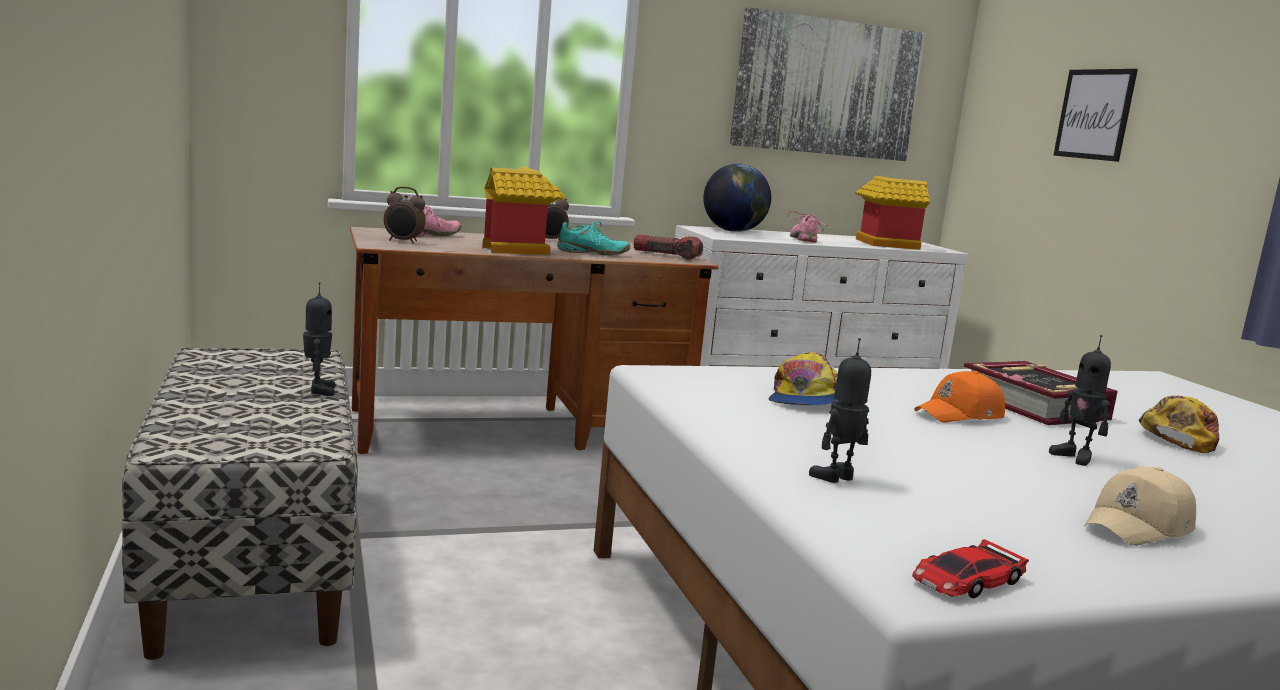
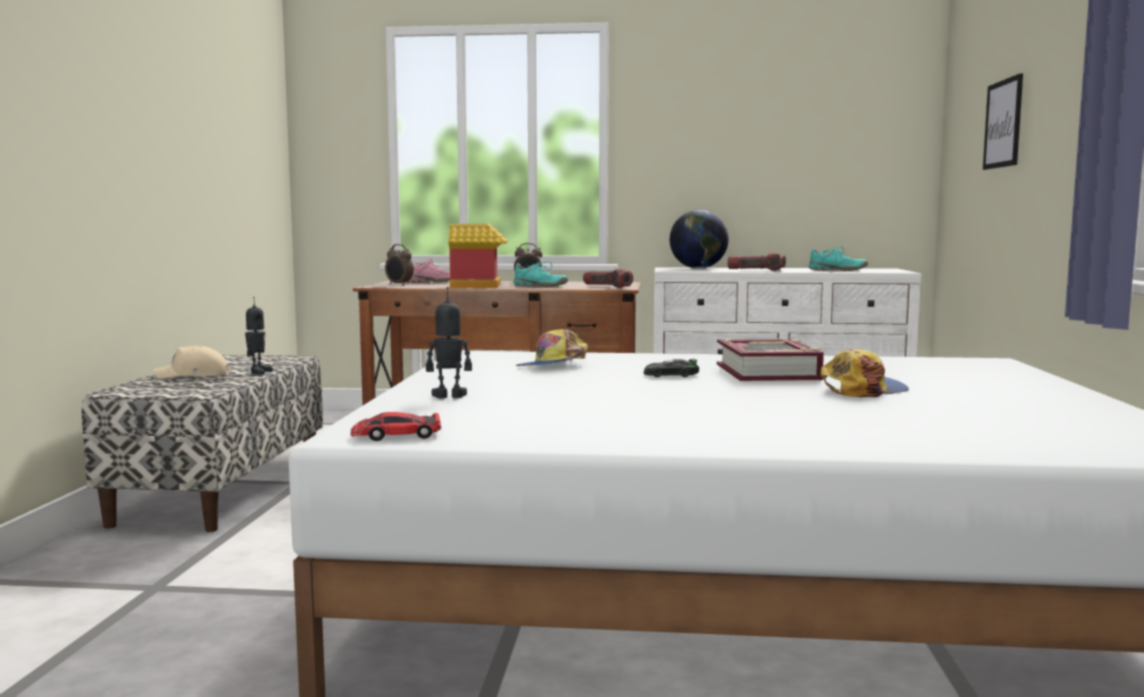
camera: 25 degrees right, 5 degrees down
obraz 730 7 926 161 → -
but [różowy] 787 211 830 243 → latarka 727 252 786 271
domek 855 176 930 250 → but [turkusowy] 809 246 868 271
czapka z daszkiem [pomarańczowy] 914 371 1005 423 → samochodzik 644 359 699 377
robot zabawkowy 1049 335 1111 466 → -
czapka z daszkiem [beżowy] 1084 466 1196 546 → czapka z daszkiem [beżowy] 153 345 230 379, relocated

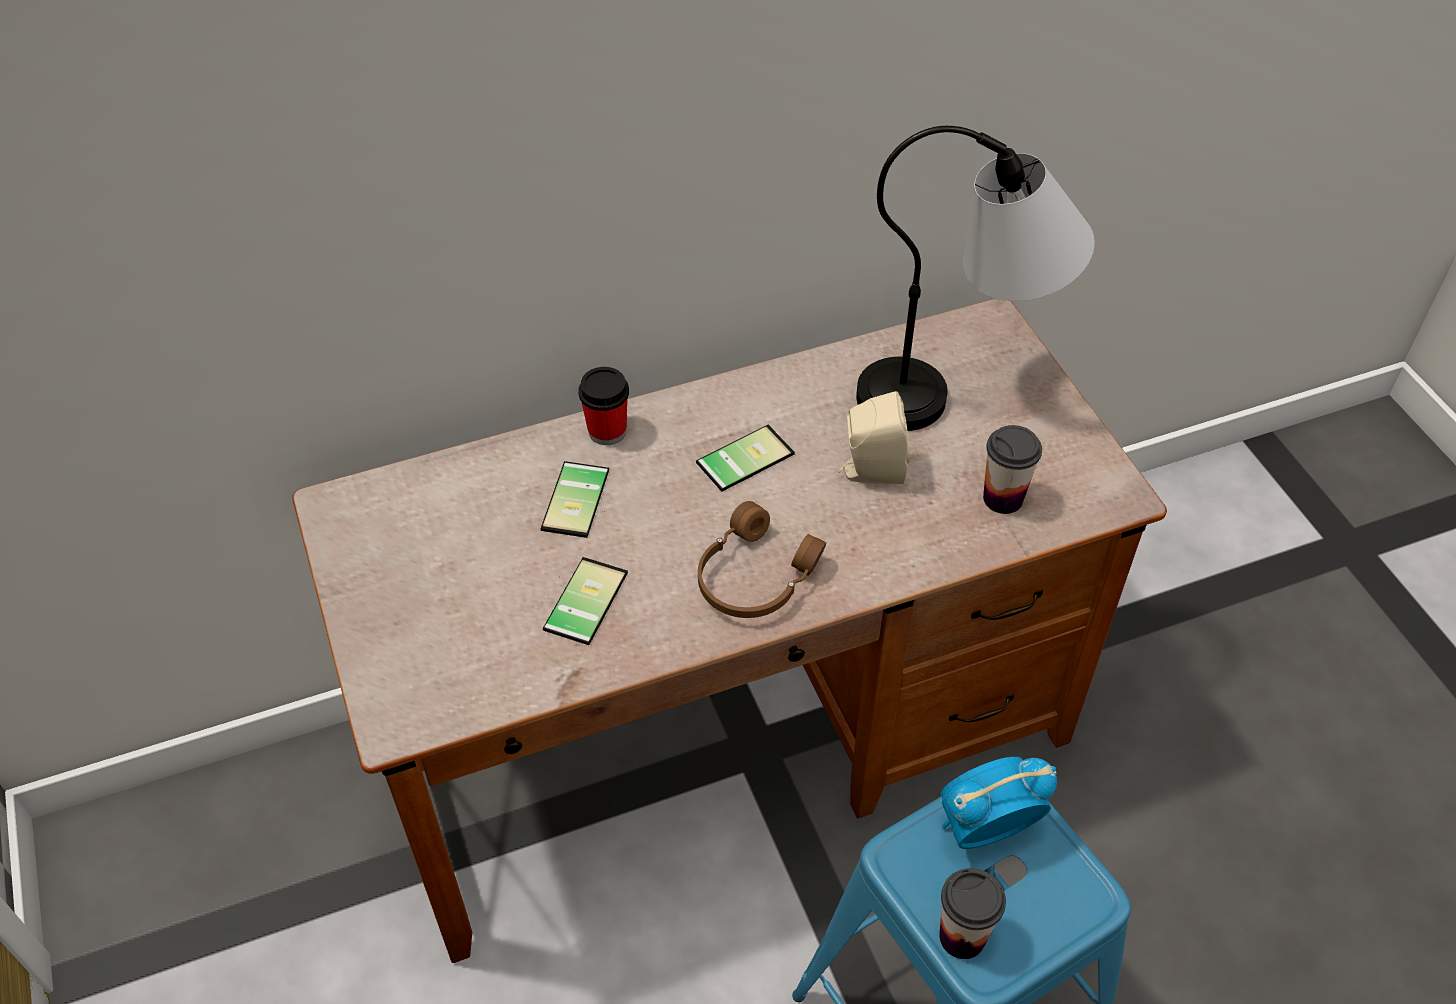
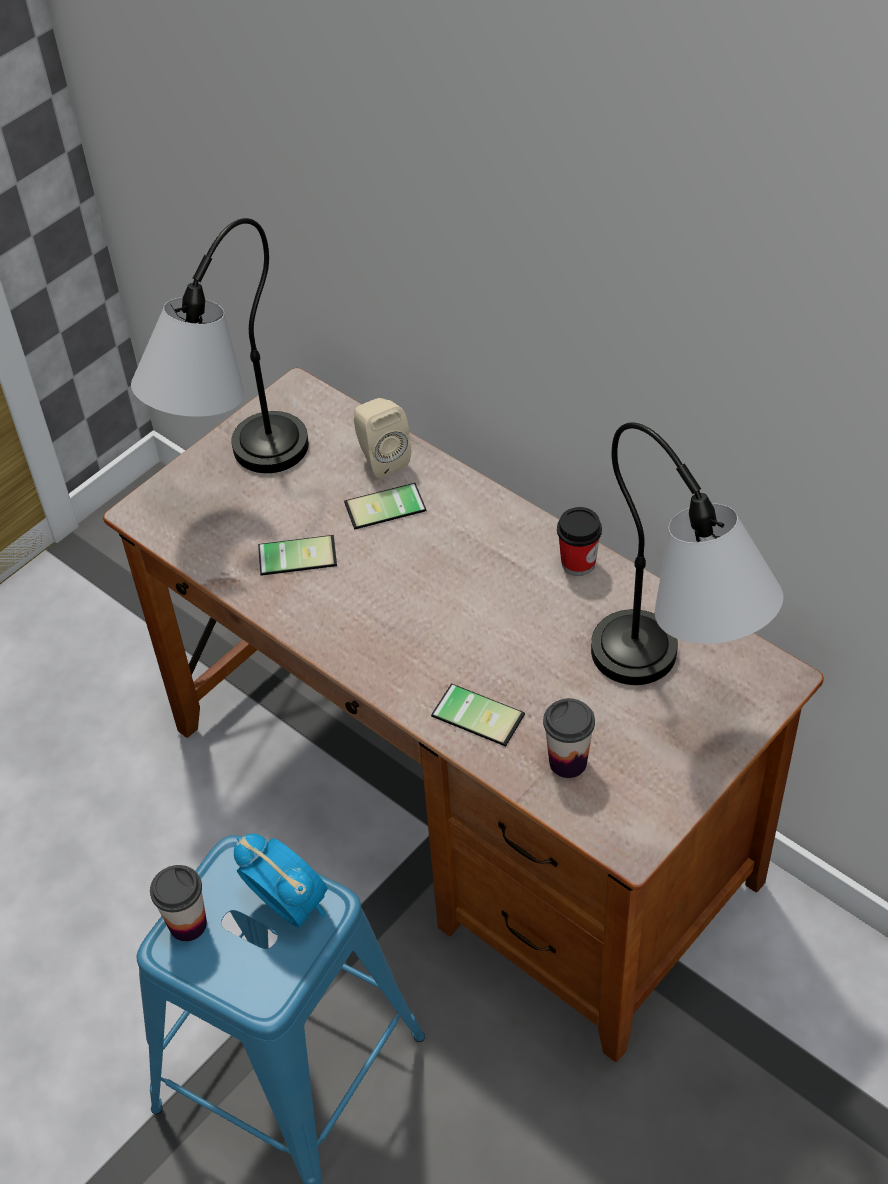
camera: 65 degrees right, 0 degrees up
filiżanka 578 367 629 445 → filiżanka 557 507 602 576, relocated
telefon 696 425 795 492 → telefon 431 683 525 747, relocated
słuchawki [brązowy] 698 501 826 618 → -
głośnik [beżowy] 839 391 910 484 → głośnik [beżowy] 354 398 411 478, relocated
- → lampa stołowa 131 218 309 473

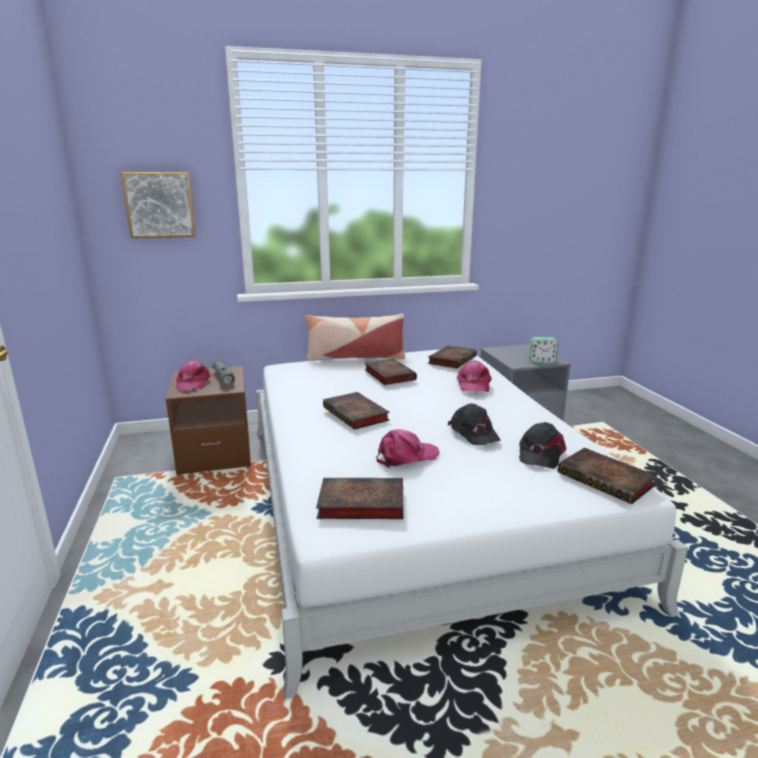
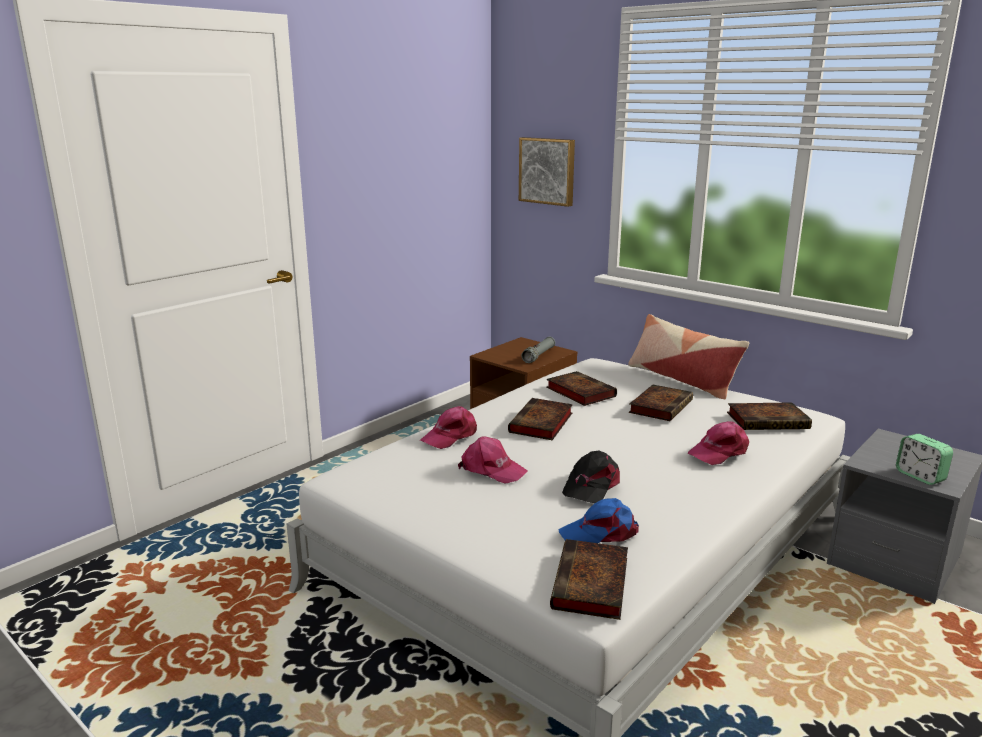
camera: 55 degrees right, 0 degrees up
czapka z daszkiem [różowy] 176 360 211 390 → czapka z daszkiem [różowy] 420 406 477 449, relocated
książka 316 478 403 519 → książka 546 371 617 406, relocated
czapka z daszkiem [czarny] 519 422 567 469 → czapka z daszkiem [niebieski] 558 498 639 543

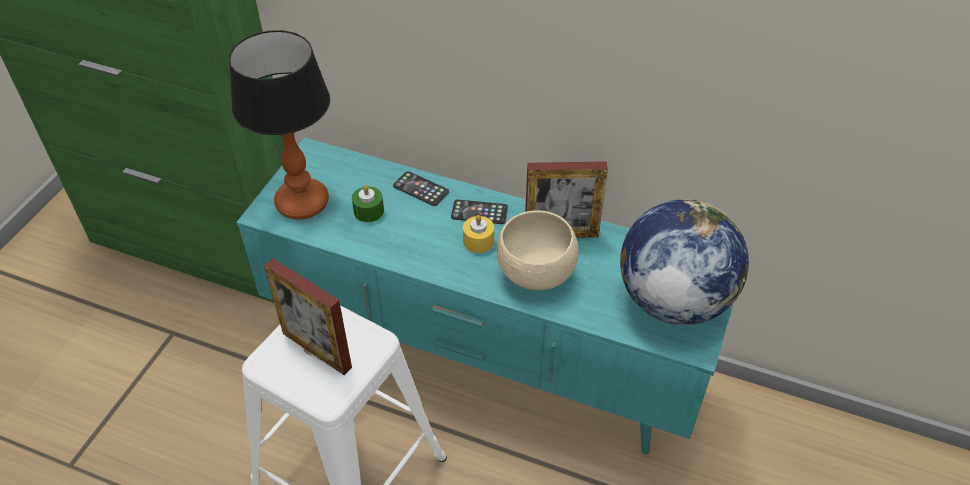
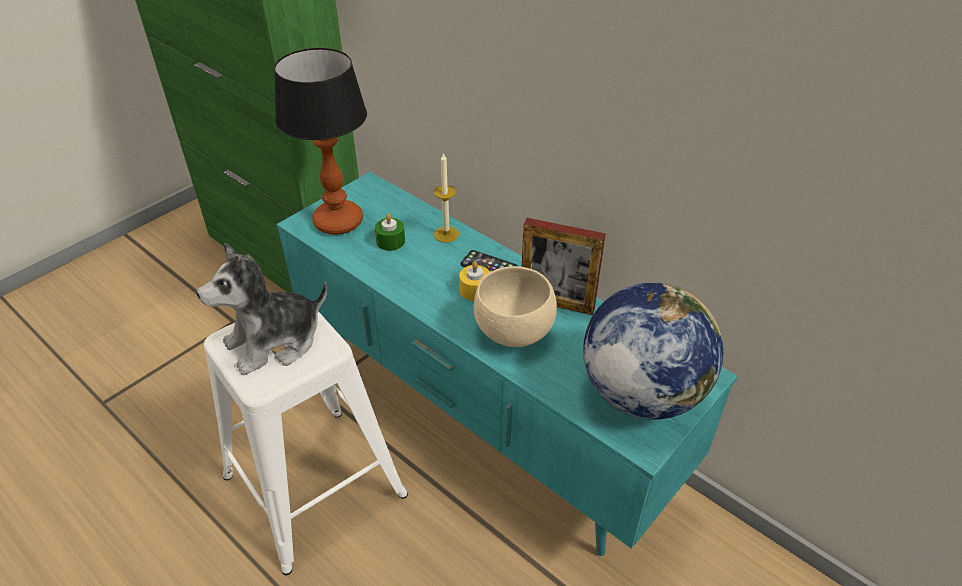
camera: 20 degrees right, 5 degrees down
ramka na zdjęcie 264 258 352 375 → pluszak 197 243 327 376
telefon 393 171 449 206 → świeca 434 152 459 243

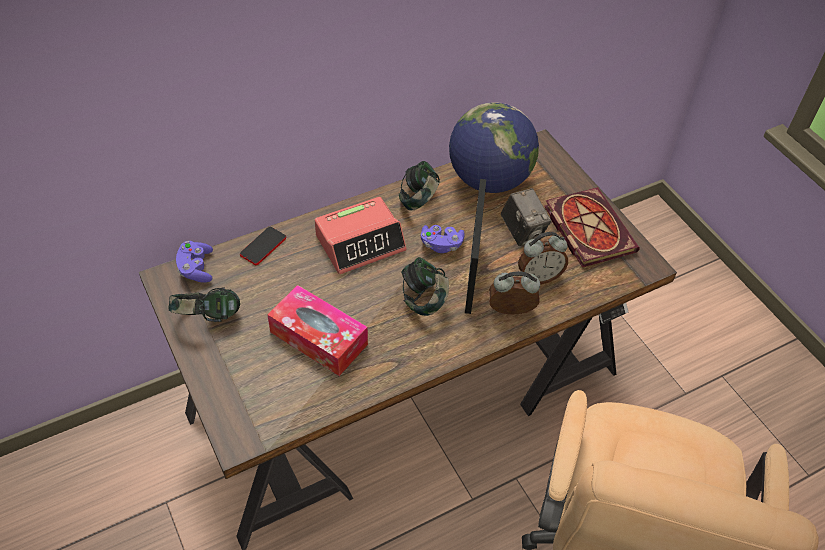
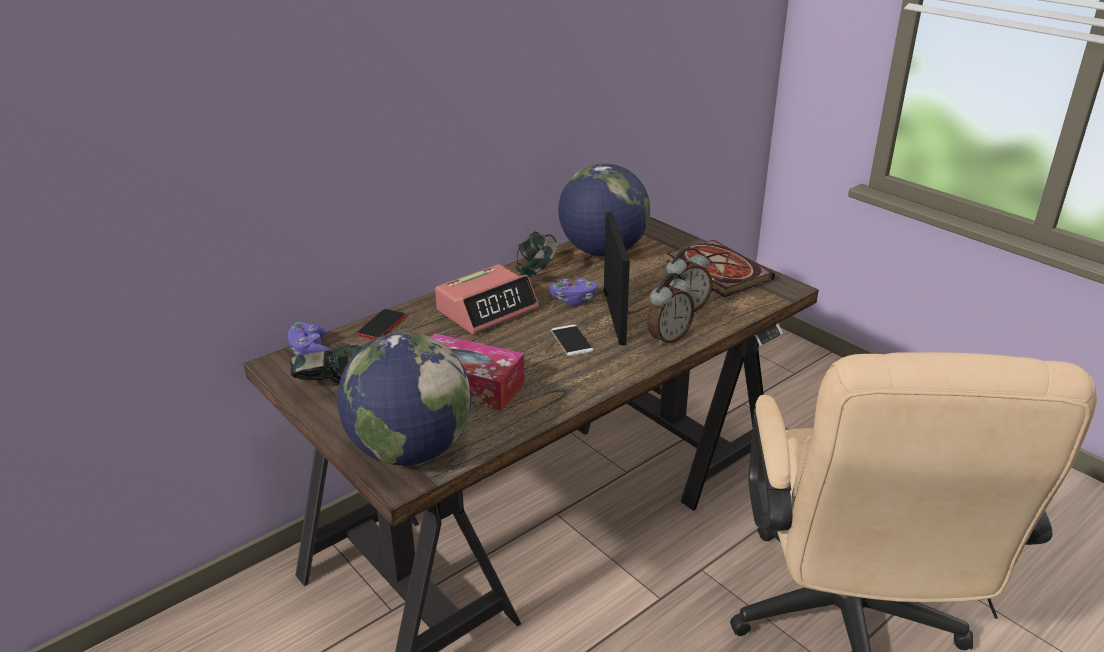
camera: 10 degrees left, 20 degrees down
słuchawki 401 257 449 316 → telefon 551 325 593 356
budzik 489 271 540 315 → budzik 647 273 695 346, 150 degrees clockwise
aparat fotograficzny 501 188 551 246 → -
- → globus 337 332 471 465

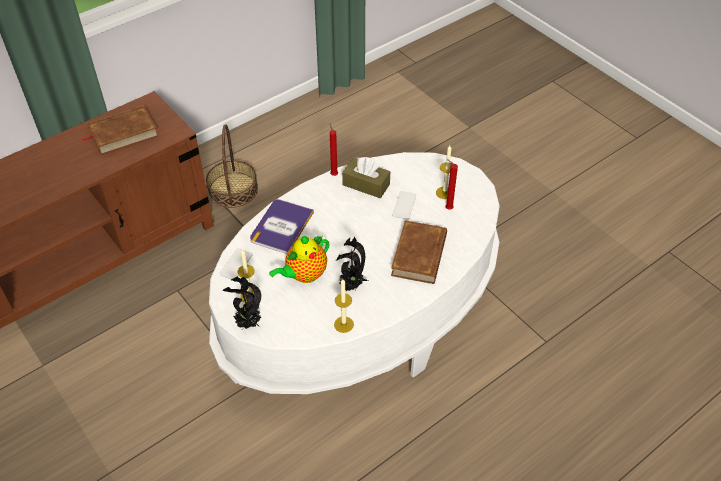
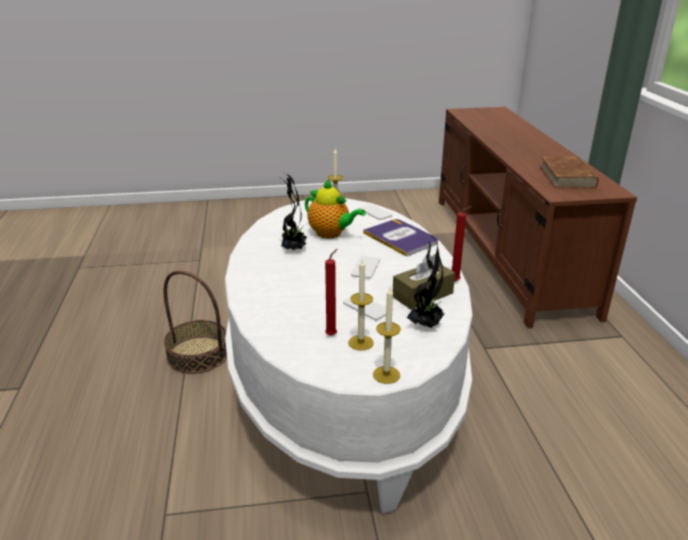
camera: 120 degrees right, 20 degrees down
koszyk 206 124 258 208 → koszyk 164 271 227 374, relocated
roślina doniczkowa 223 276 261 330 → roślina doniczkowa 407 233 444 328, relocated
imbryk 269 236 329 283 → imbryk 305 179 366 239, 135 degrees clockwise
świeca 334 279 354 333 → świeca 373 287 401 384, relocated
książka [brązowy] 391 220 447 284 → -
- → telefon 351 256 380 279

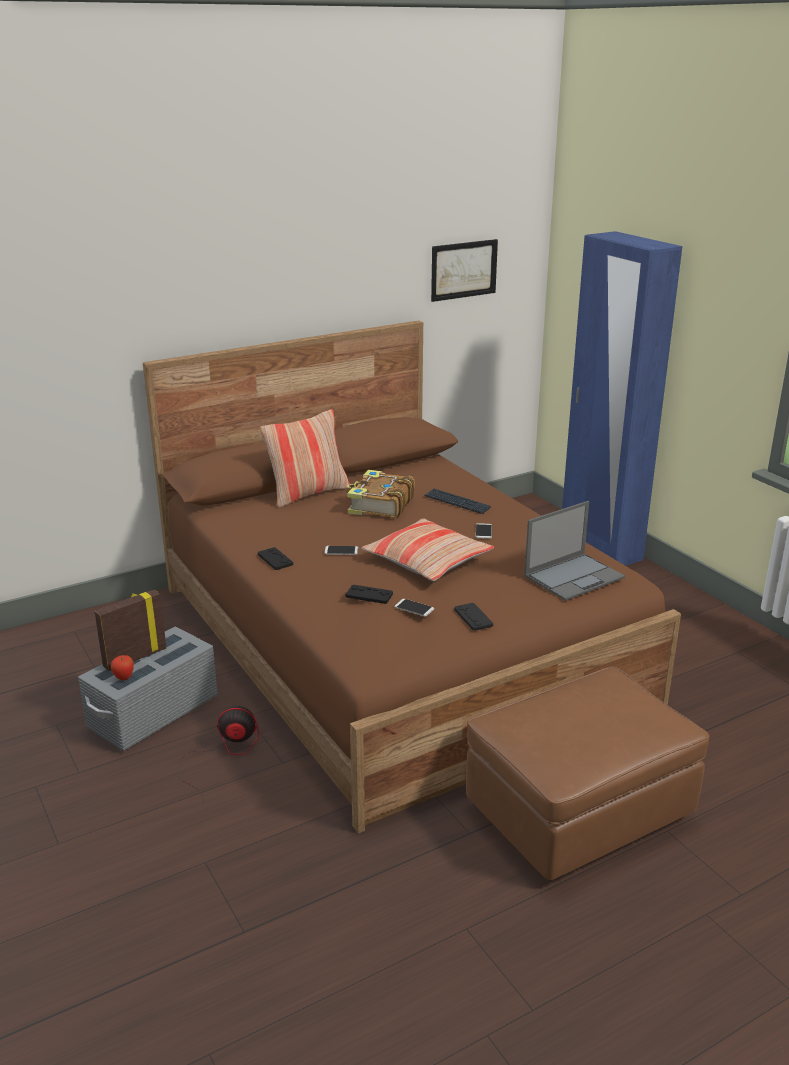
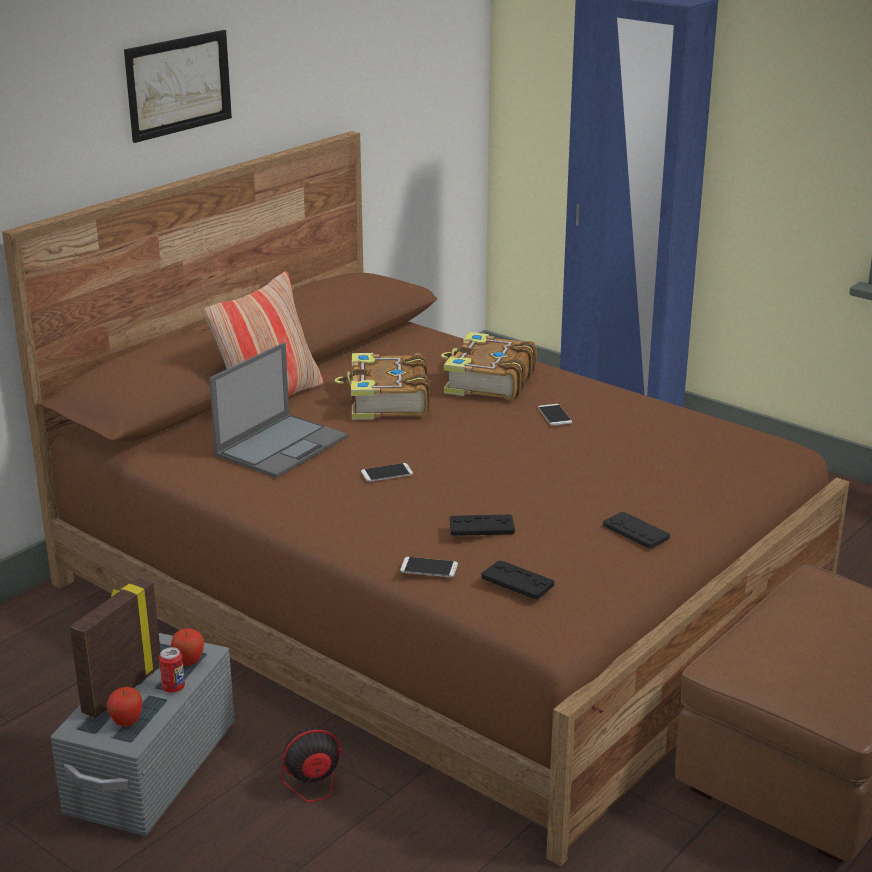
camera: 20 degrees left, 0 degrees up
pad do gier [czarny] 258 547 293 570 → pad do gier [czarny] 481 560 554 599, relocated
poduszka 361 518 494 581 → -
telefon 395 599 434 617 → telefon 400 557 458 577, relocated
klawiatura 424 489 491 514 → książka 441 332 537 400
obraz 431 239 498 302 → obraz 124 30 232 143, relocated
laptop 524 501 625 601 → laptop 209 342 348 478, relocated
- → puszka 159 647 185 693
- → jabłko 171 628 204 666

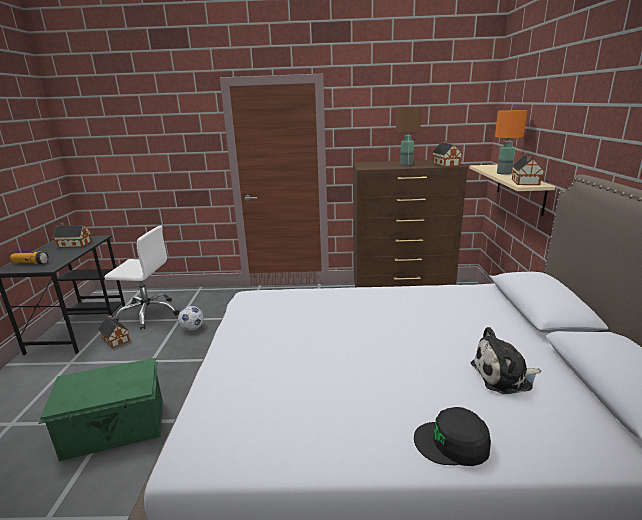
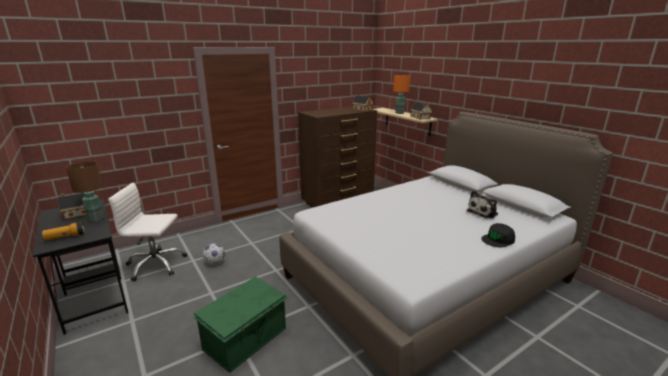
camera: 35 degrees left, 0 degrees up
domek 98 315 130 348 → -
krzesło biurowe [biały] 104 225 179 330 → krzesło biurowe [biały] 108 183 187 281, 150 degrees counterclockwise
lampa stołowa [brązowy] 396 107 422 166 → lampa stołowa [brązowy] 66 161 104 222, relocated

